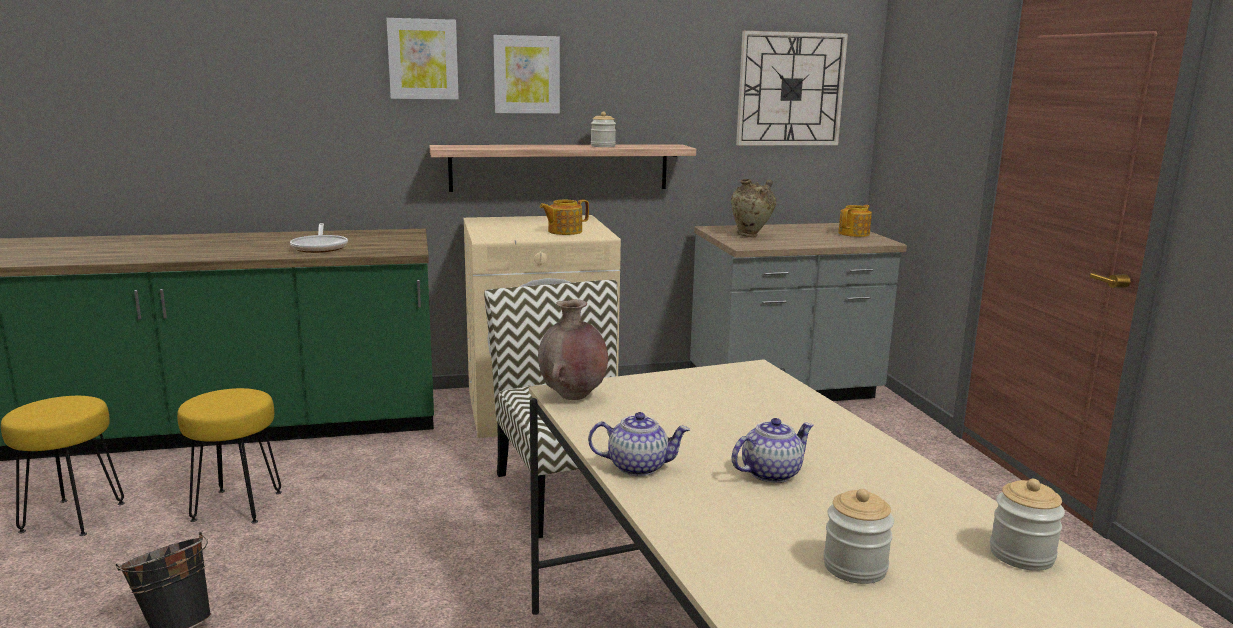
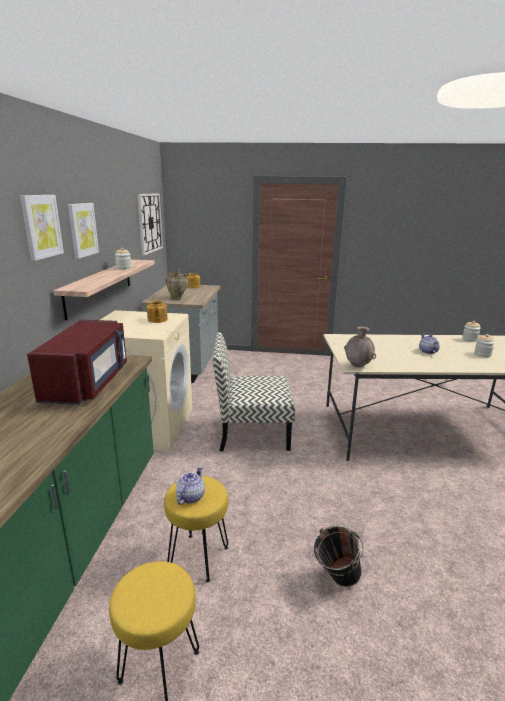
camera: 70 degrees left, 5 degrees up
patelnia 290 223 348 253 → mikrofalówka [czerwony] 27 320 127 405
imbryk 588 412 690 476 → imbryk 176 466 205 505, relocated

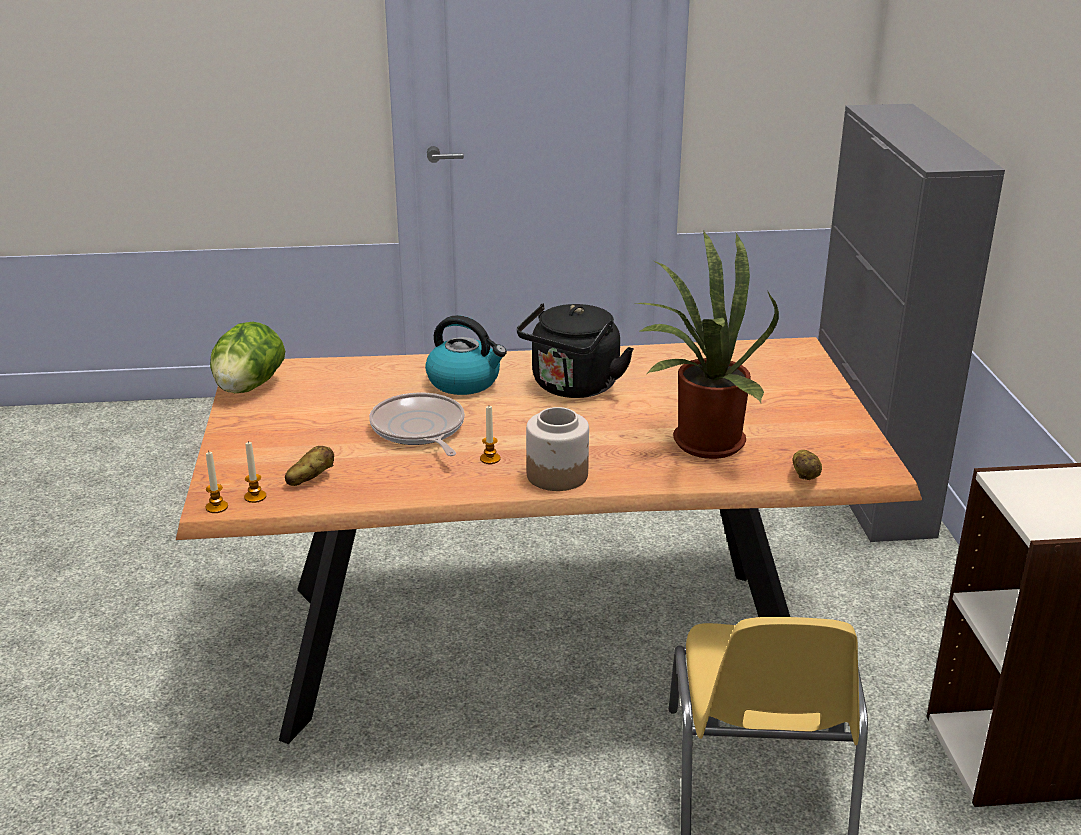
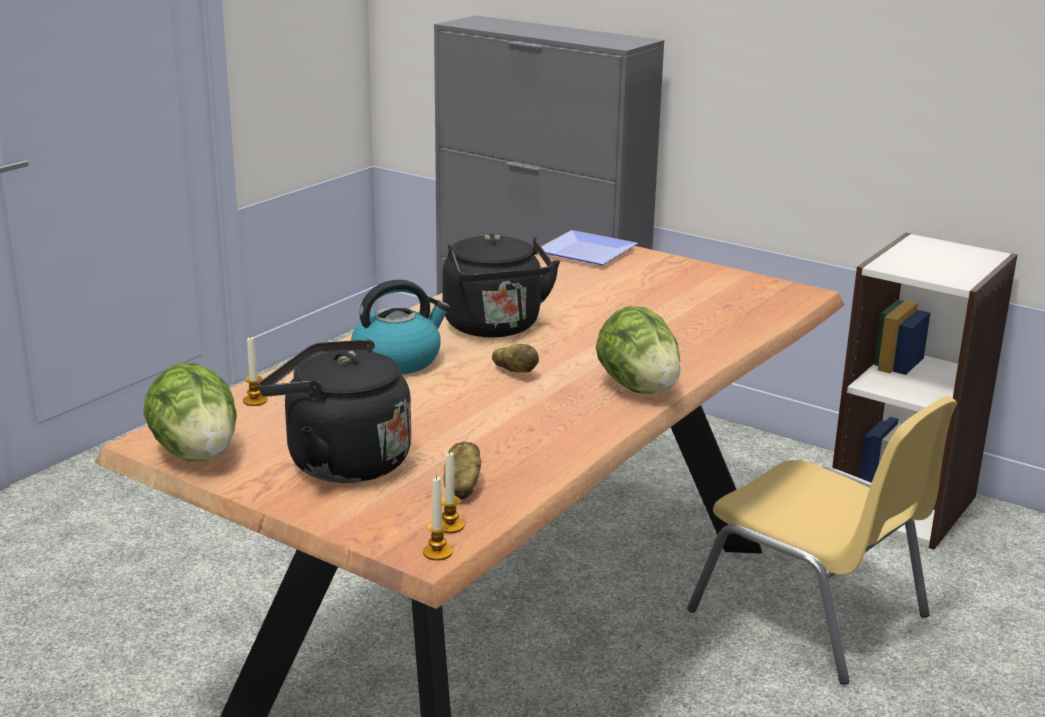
camera: 50 degrees left, 5 degrees down
patelnia 369 392 465 456 → -
świeca 480 406 500 464 → świeca 243 336 267 406, relocated
słoik 526 407 589 491 → sałata 596 306 680 394
roślina doniczkowa 636 231 779 459 → -
ziemniak 793 450 822 480 → ziemniak 492 344 539 373, relocated
- → czajnik [czarny] 258 340 411 483
- → talerz 541 230 638 265

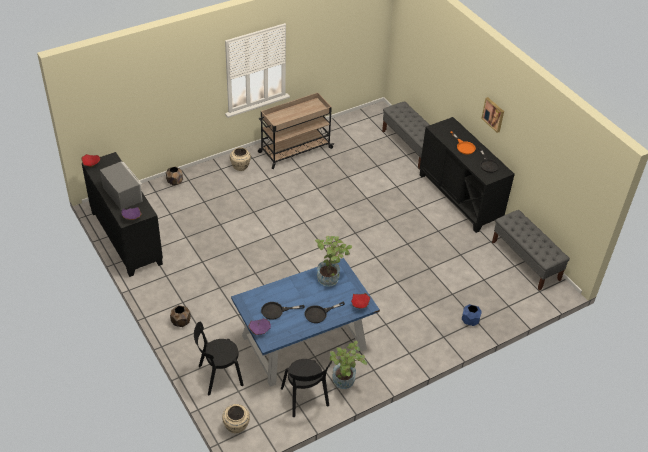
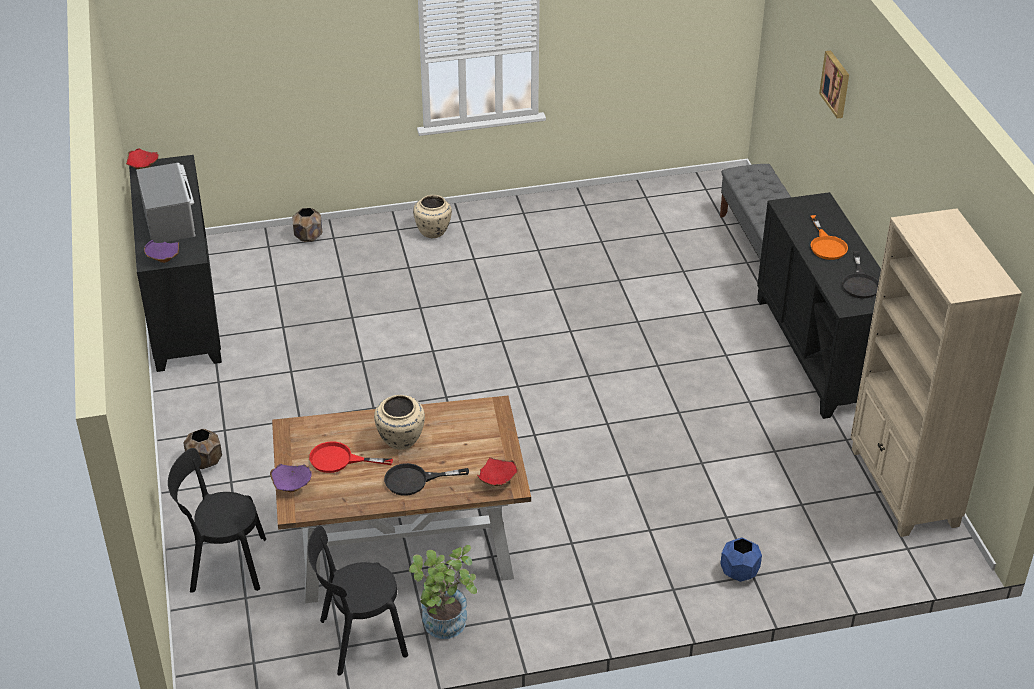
camera: 20 degrees right, 5 degrees down
wazon [beżowy] 222 404 250 433 → wazon [beżowy] 374 395 425 450, relocated
stół jadalny [niebieski] 231 258 380 387 → stół jadalny [brązowy] 272 396 531 603
wózek [beżowy] 258 93 334 169 → -
patelnia [czarny] 261 302 305 320 → patelnia [czerwony] 309 441 393 473
krzesło [czarny] 281 359 332 417 → krzesło [czarny] 307 525 408 675, 75 degrees clockwise
roślina doniczkowa 315 236 352 287 → -
obraz 481 97 504 133 → obraz 819 51 849 118, relocated
ławka [szary] 492 210 570 291 → regał [beżowy] 851 208 1022 537

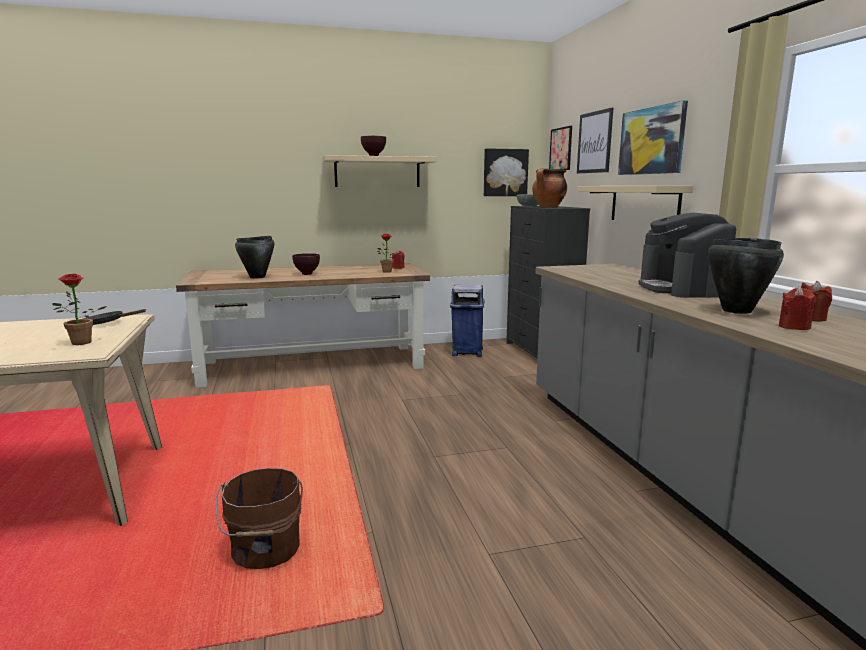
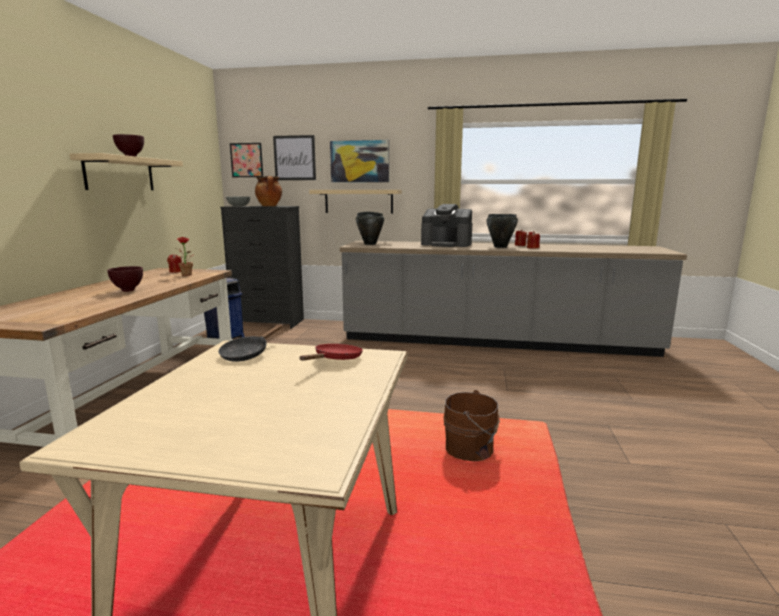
camera: 65 degrees left, 0 degrees up
roślina doniczkowa 52 273 107 345 → patelnia [czerwony] 299 344 363 361
garnek [czarny] 235 236 274 278 → garnek [czarny] 356 212 384 245, relocated
obraz 484 148 529 196 → -

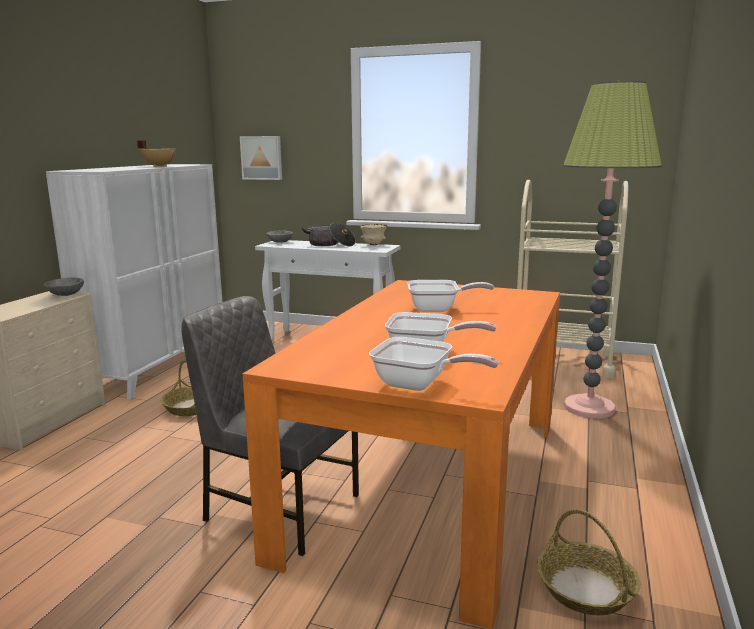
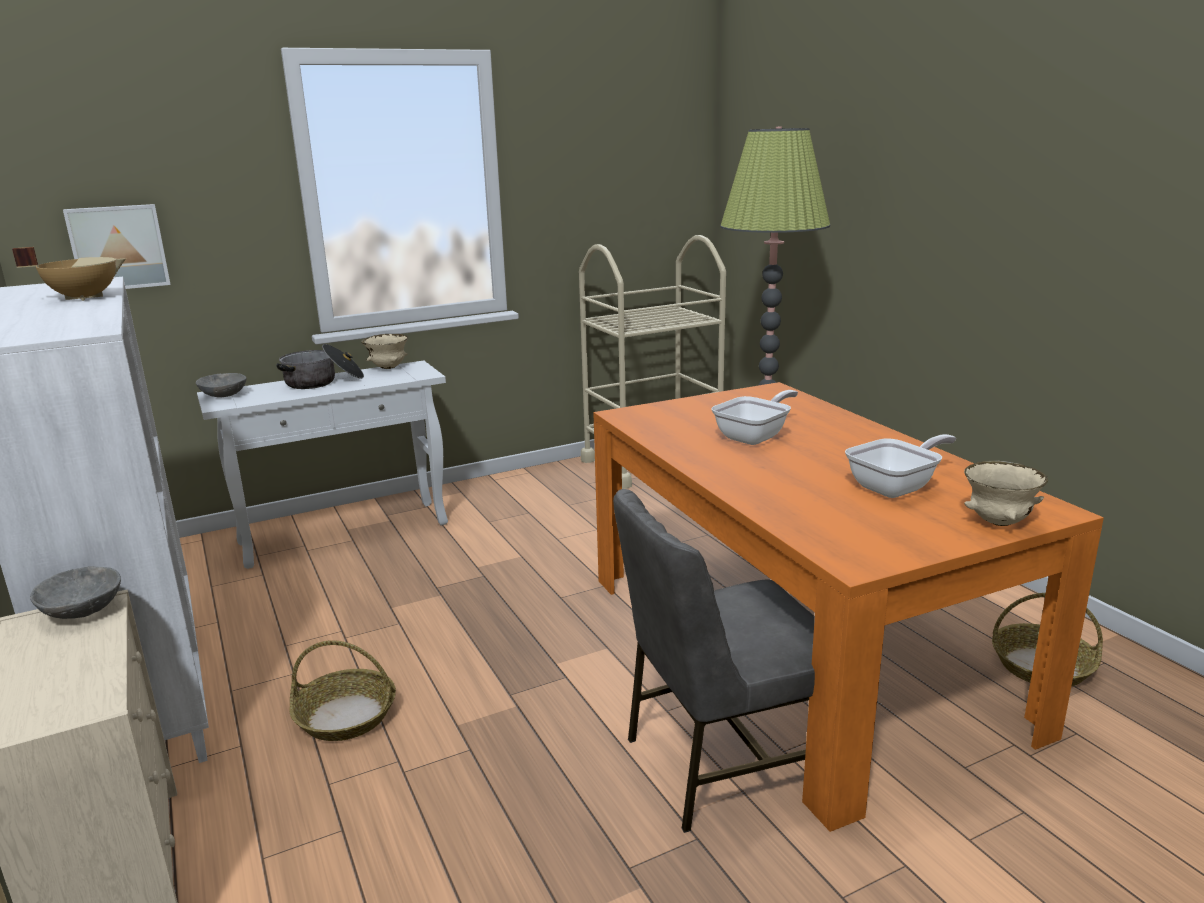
camera: 45 degrees left, 5 degrees up
patelnia 369 337 499 391 → miska [beżowy] 964 461 1048 526

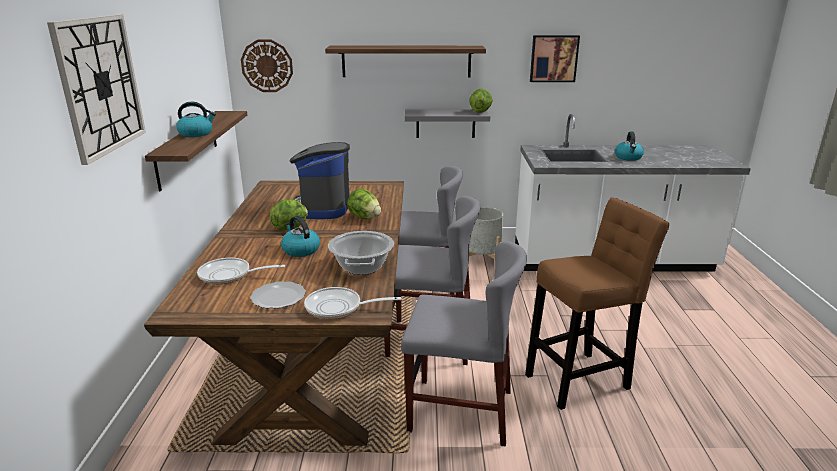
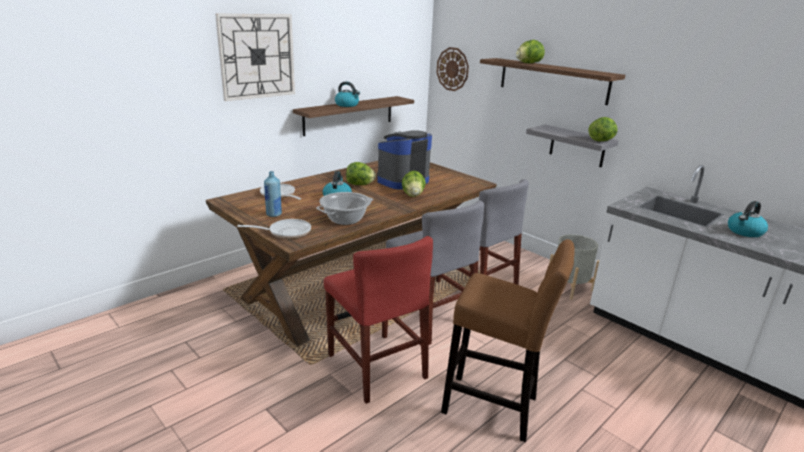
camera: 45 degrees right, 0 degrees up
talerz 250 281 306 309 → butelka [niebieski] 264 171 282 217
patelnia 304 287 401 319 → patelnia 237 219 311 239, 120 degrees clockwise
krzesło [szary] 401 241 527 447 → krzesło [czerwony] 324 236 433 404
obraz 530 35 580 82 → -
- → sałata 516 40 545 63

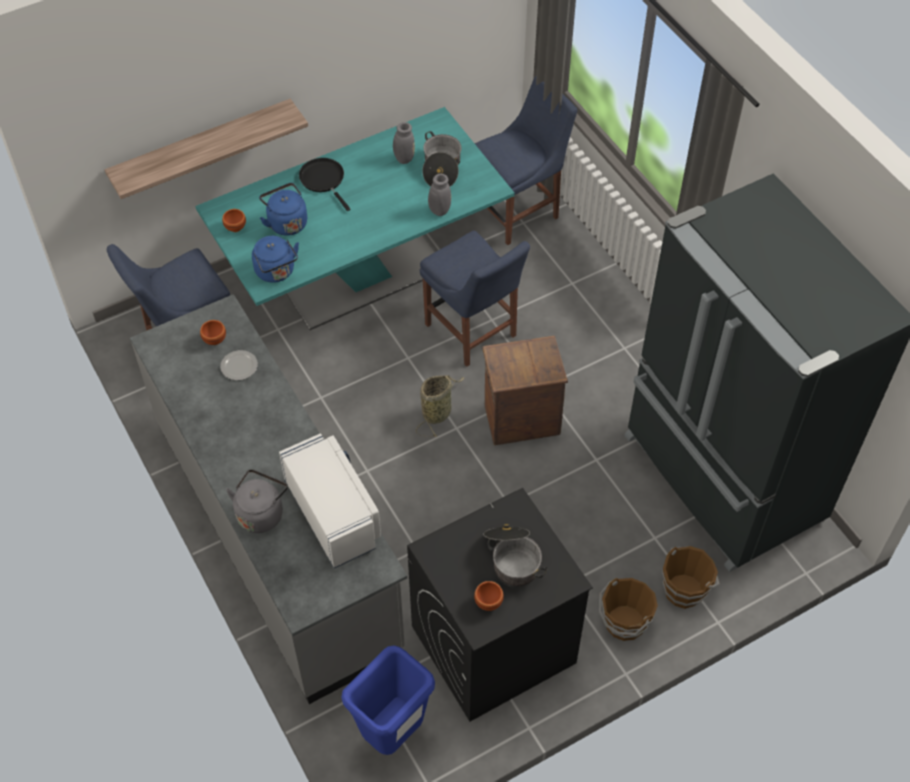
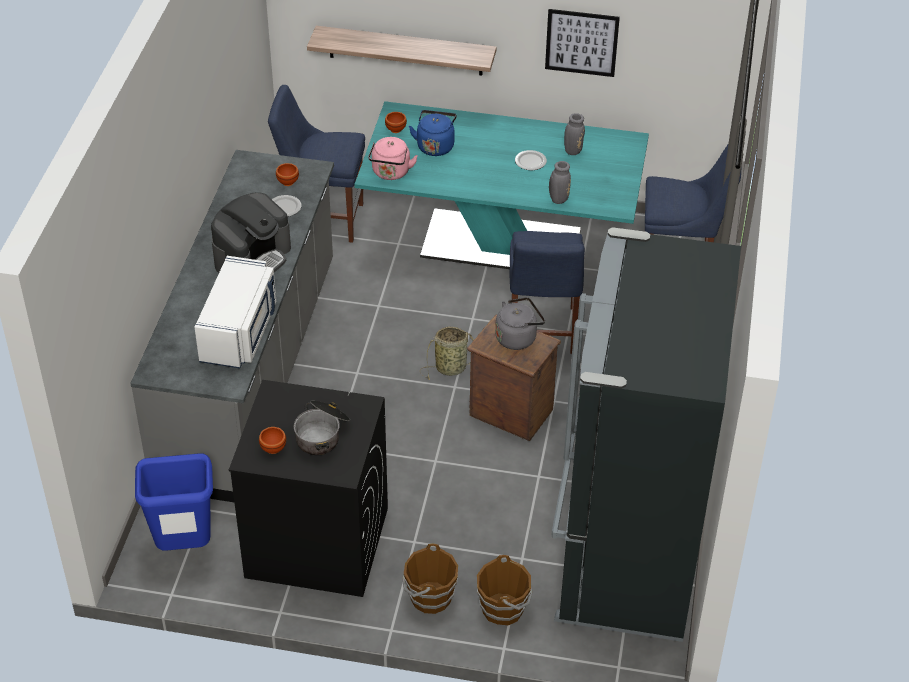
camera: 40 degrees right, 10 degrees down
czajnik [szary] 226 469 288 533 → czajnik [szary] 495 297 545 350, relocated
czajnik [niebieski] 252 236 299 283 → czajnik [różowy] 368 137 418 180
patelnia [czarny] 299 158 351 211 → -
garnek 422 131 462 187 → -
- → ekspres do kawy 211 192 291 273
- → talerz 515 150 547 170
- → obraz 545 9 620 77

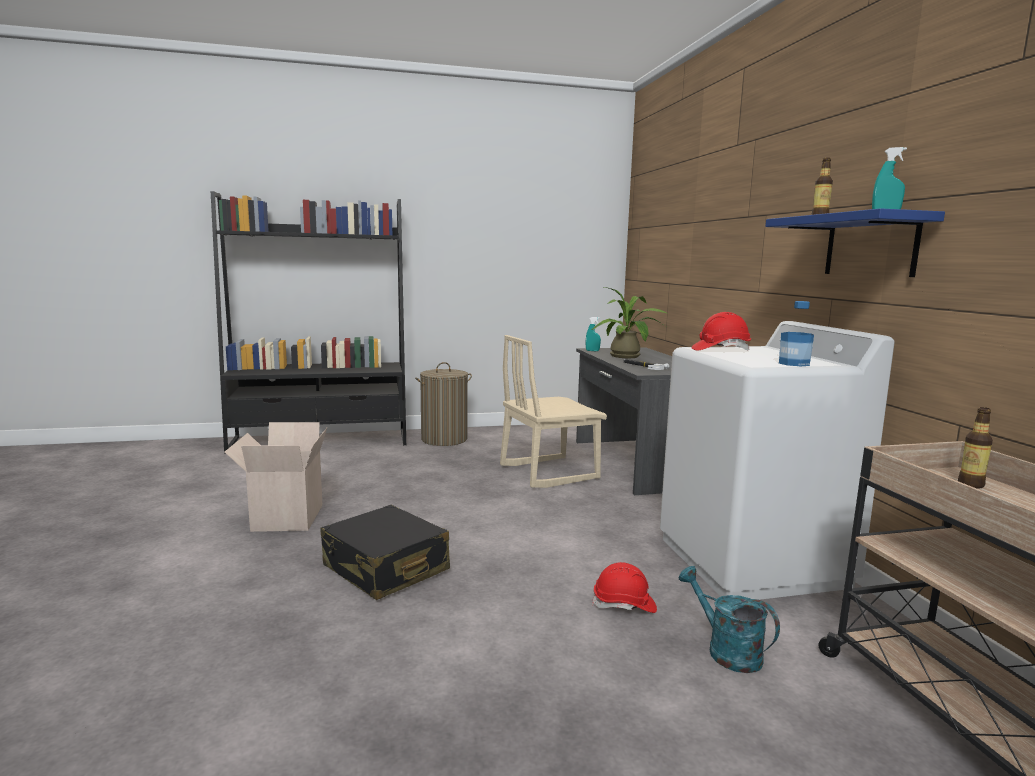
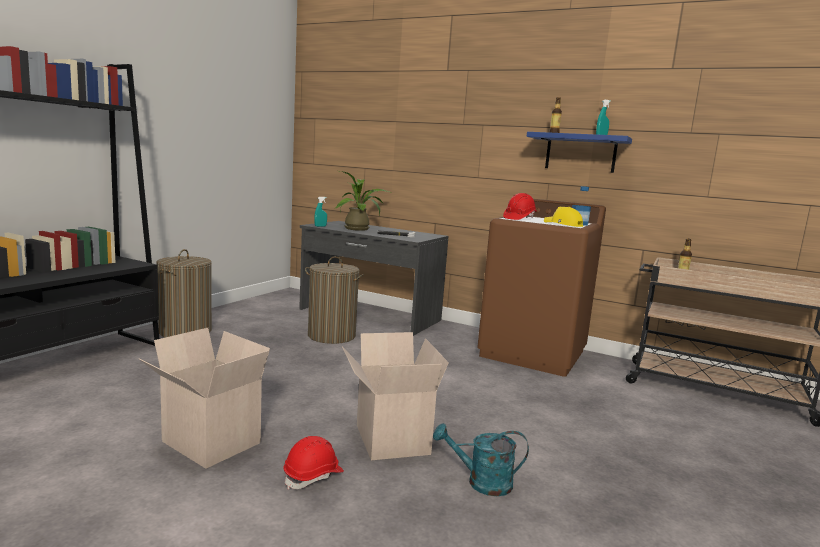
camera: 50 degrees left, 0 degrees up
walizka [czarny] 321 505 450 600 → karton 342 332 449 460
krzesło [beżowy] 500 335 607 488 → kosz na pranie 305 256 364 344
kask [czerwony] 592 562 657 613 → kask [czerwony] 283 436 344 490, relocated
pralka [biały] 660 321 894 600 → pralka [brązowy] 477 199 606 377
konewka [turkusowy] 679 566 780 673 → konewka [turkusowy] 433 423 529 496, relocated
- → czapka z daszkiem [żółty] 544 207 583 227

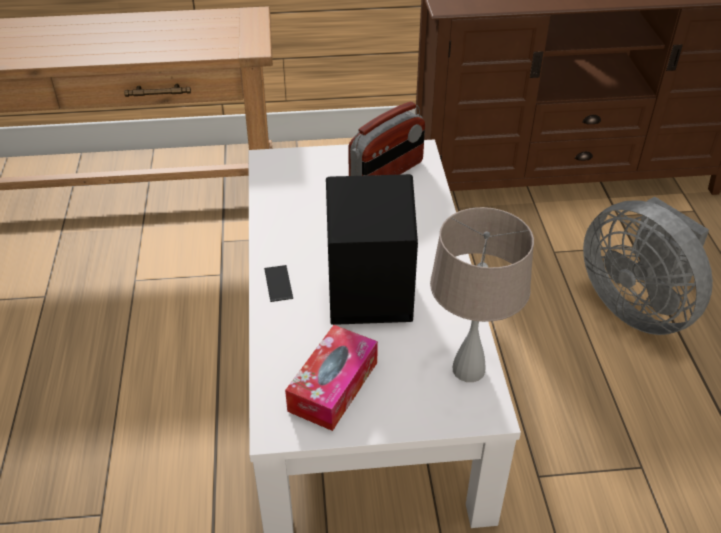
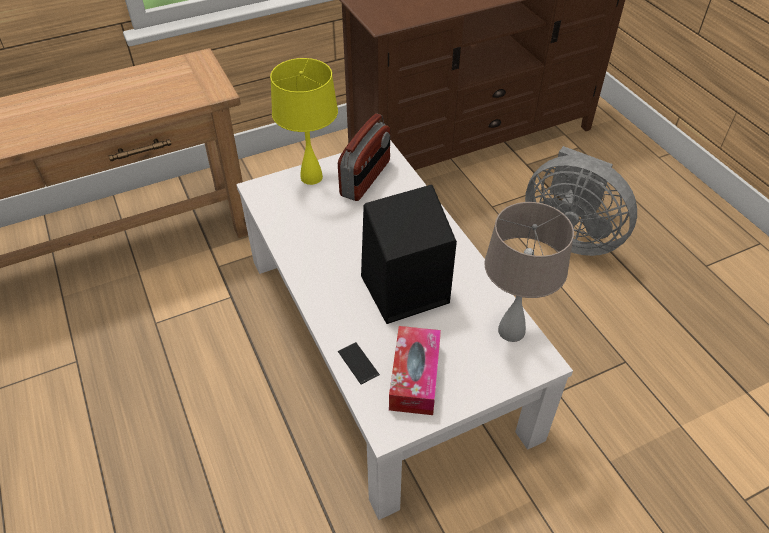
camera: 20 degrees left, 5 degrees up
telefon 264 265 293 302 → telefon 338 342 380 385, relocated
- → lampa stołowa [żółty] 270 58 338 185

